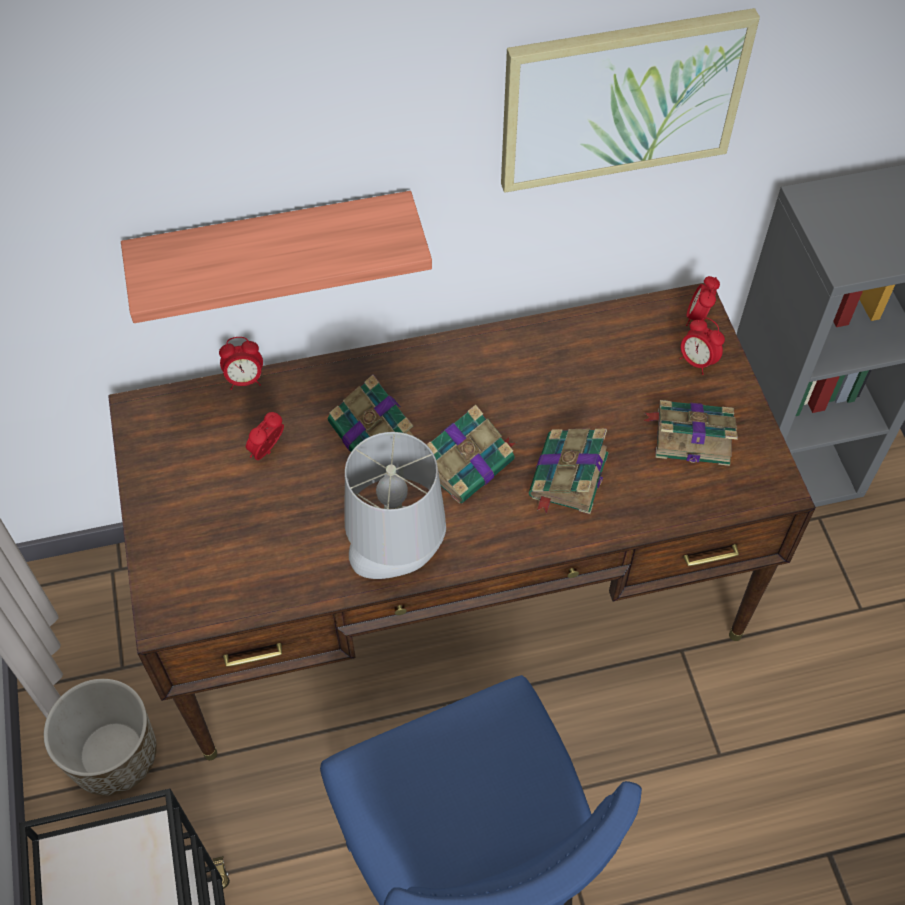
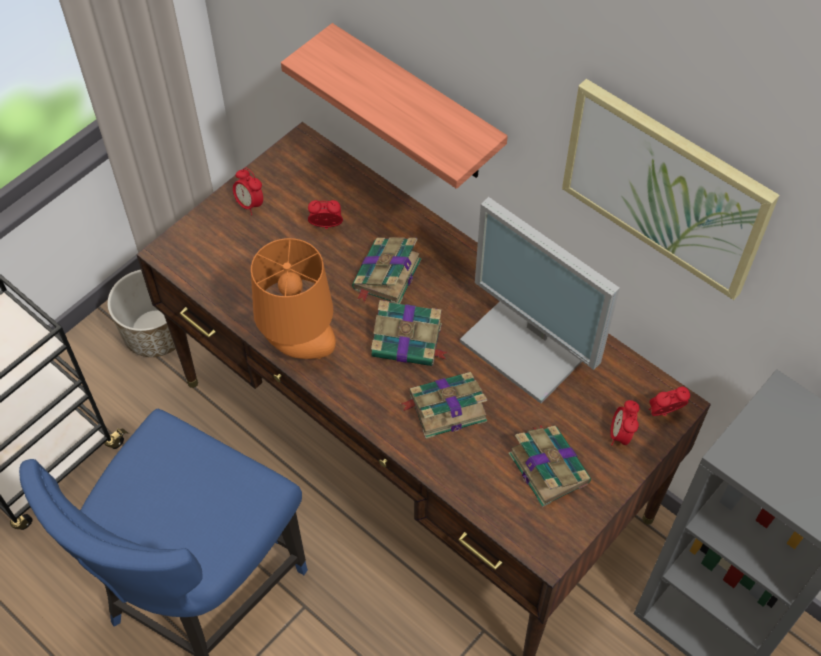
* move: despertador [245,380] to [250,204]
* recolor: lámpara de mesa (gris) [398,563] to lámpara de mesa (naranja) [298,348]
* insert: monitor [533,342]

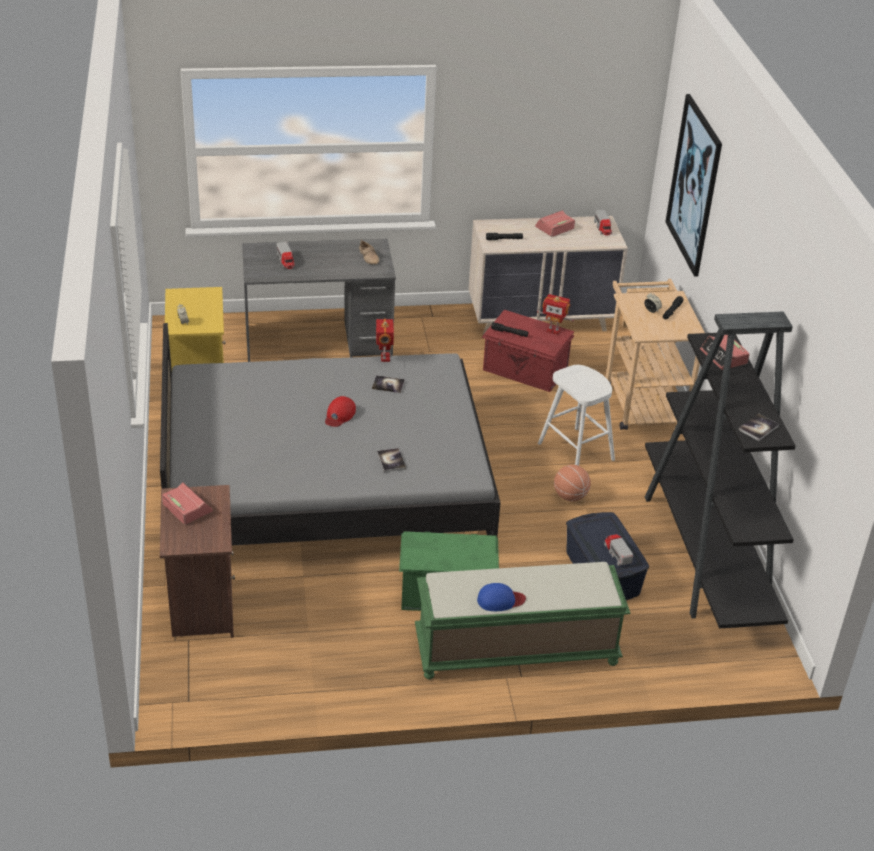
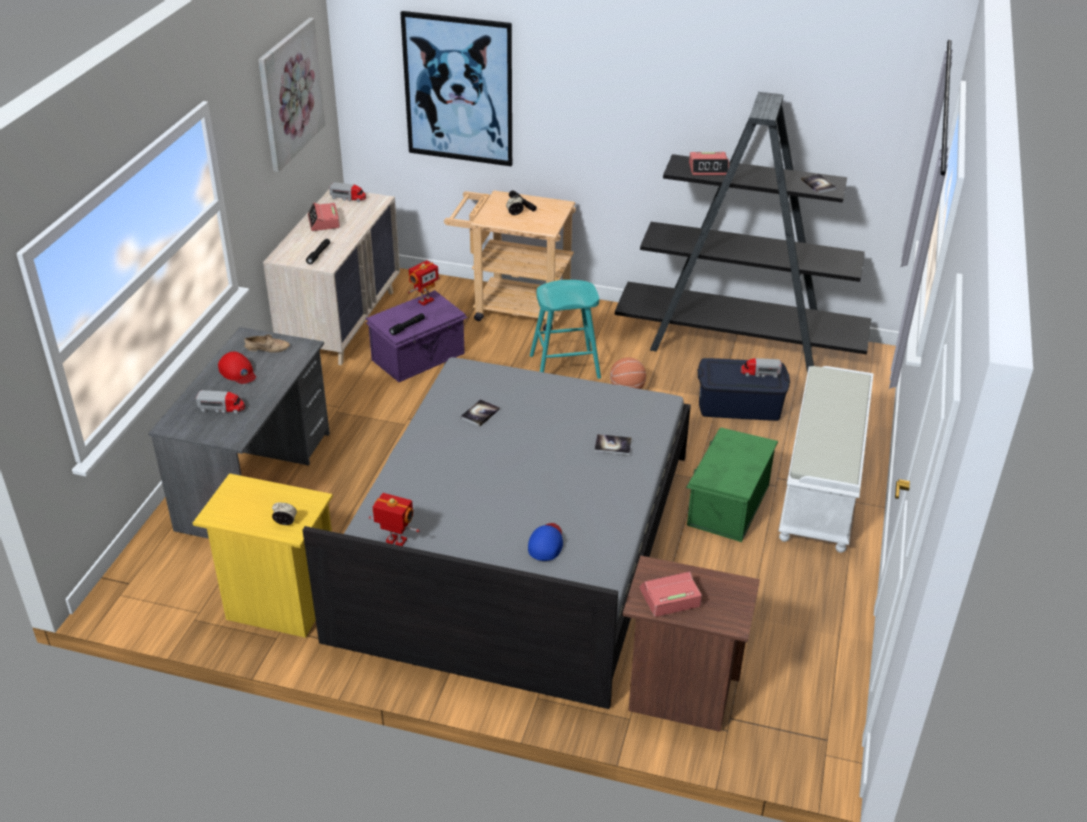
* move: gorra (rojo) [339,415] to [238,372]
* move: robot de juguete [384,357] to [395,541]
* recolor: banco (verde) [515,650] to banco (blanco) [822,486]
* move: gorra (azul) [500,600] to [546,543]
* recolor: caja de almacenaje (rojo) [525,370] to caja de almacenaje (morado) [419,357]
* recolor: taburete (blanco) [575,451] to taburete (turquesa) [564,367]
* insert: cuadro [291,93]

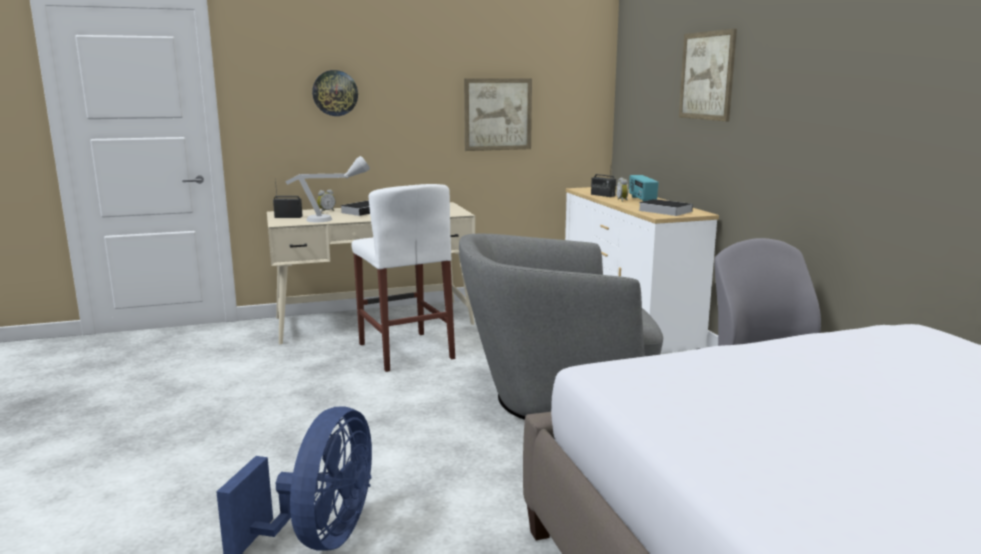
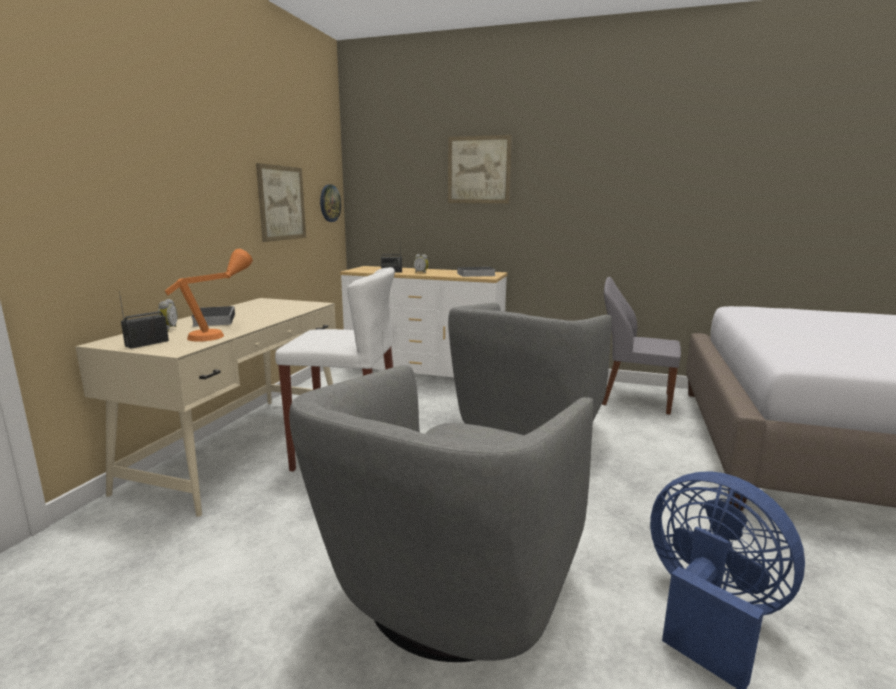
* recolor: lámpara de mesa (gris) [333,219] to lámpara de mesa (naranja) [219,333]
* move: reloj de pared [335,93] to [329,203]
* delete: radio [641,200]
* insert: sillón (gris) [451,594]

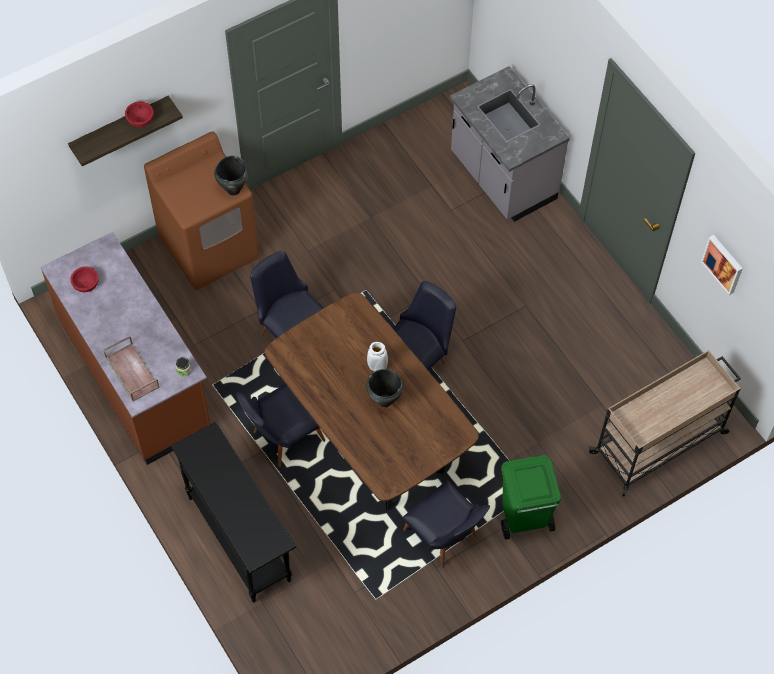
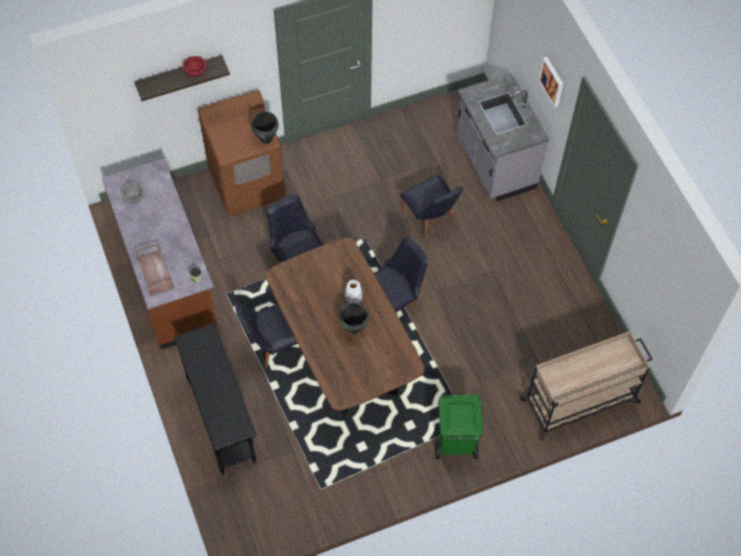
* recolor: cuenco (rojo) [86,285] to cuenco (gris) [134,197]
* move: silla (negro) [445,539] to [431,220]
* move: cuadro [723,263] to [552,81]

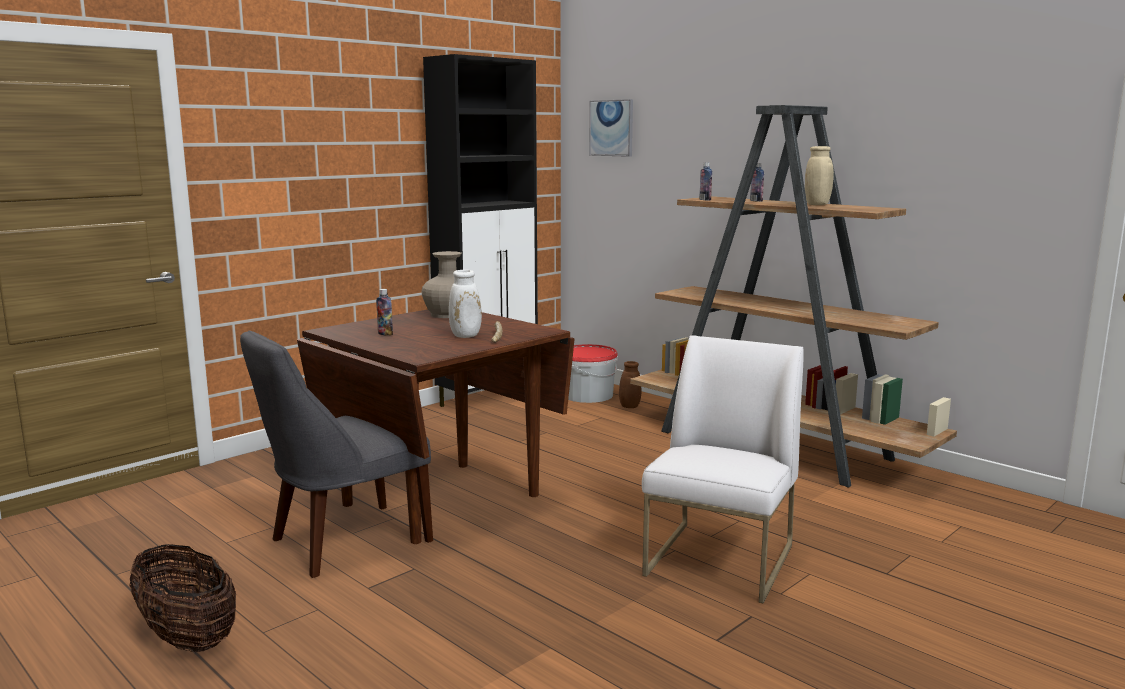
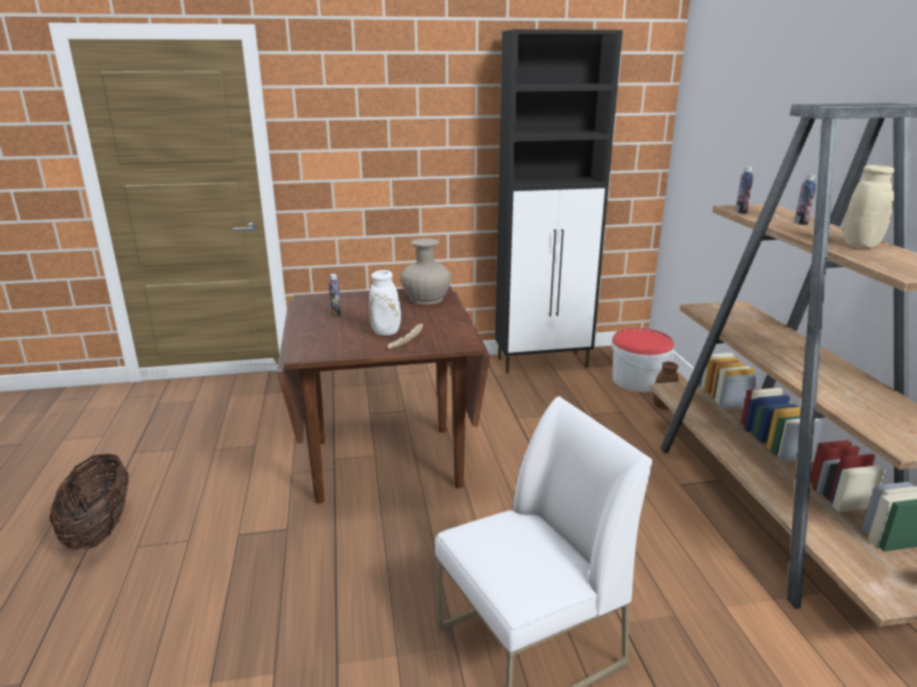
* delete: silla (gris) [344,542]
* delete: cuadro [611,128]

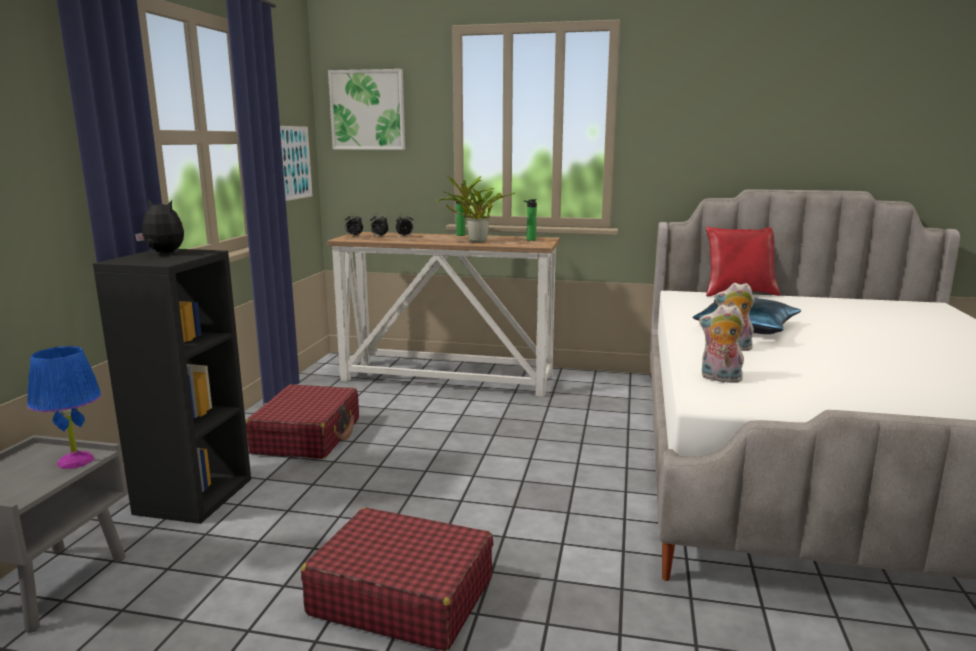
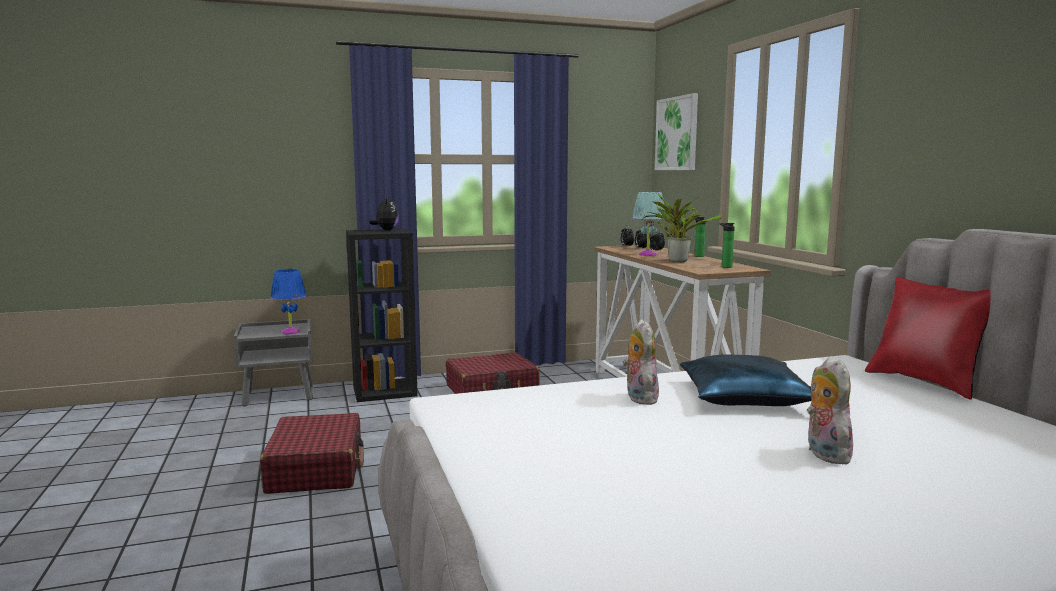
* delete: cuadro [292,163]
* move: peluche [719,379] to [824,454]
* insert: lámpara de mesa (turquesa) [648,254]

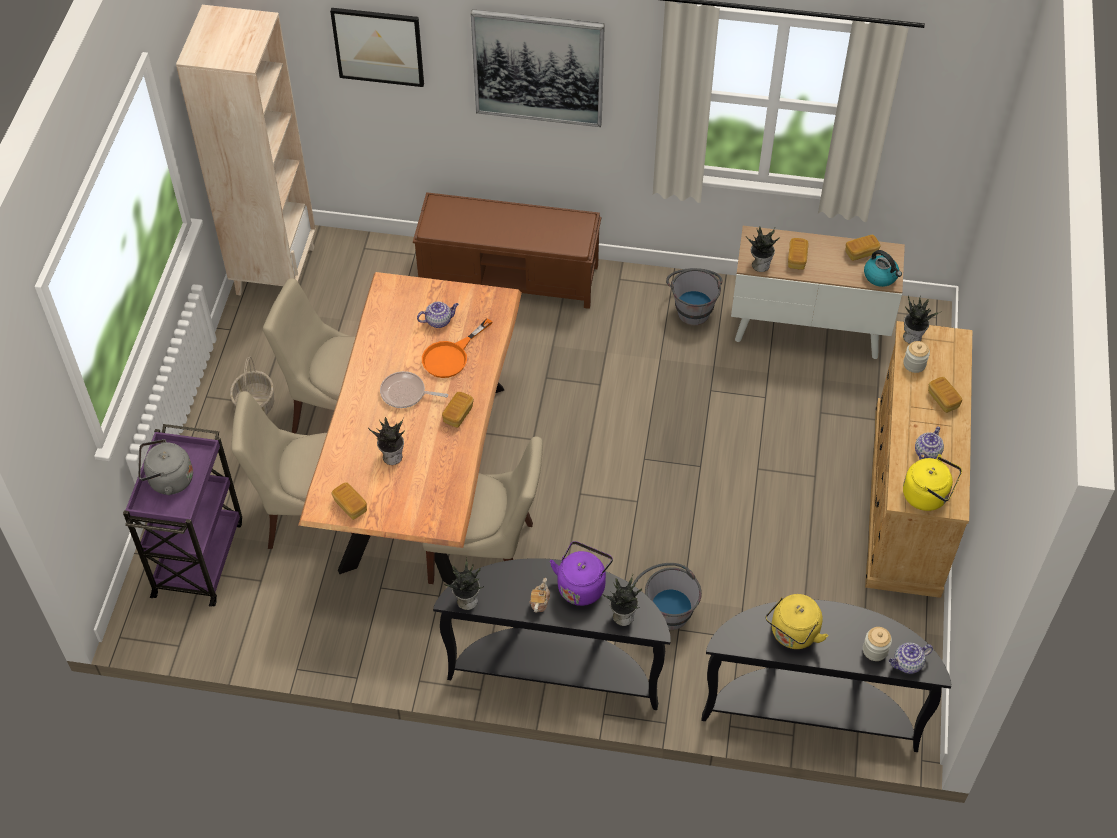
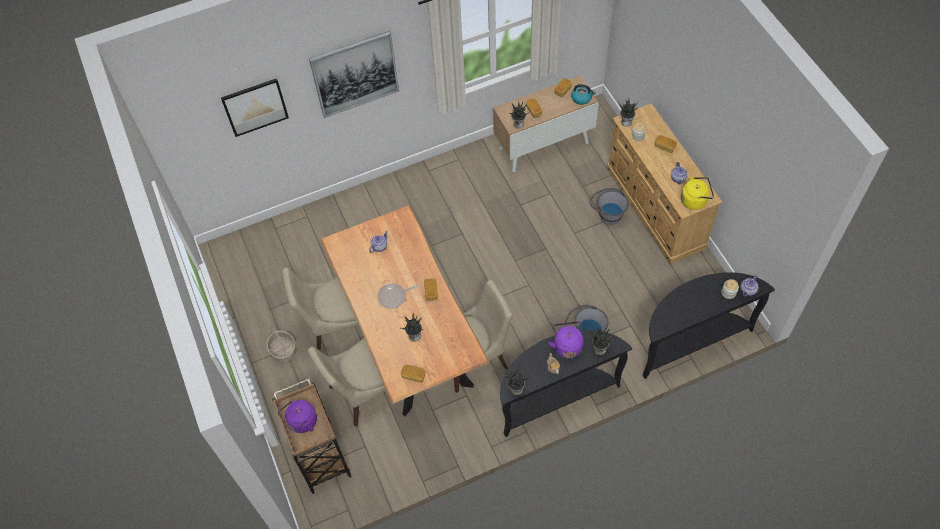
* recolor: carrito (morado) [199,556] to carrito (marrón) [320,454]
* recolor: hervidor (gris) [168,480] to hervidor (morado) [301,423]
* delete: estantería (beis) [275,270]
* delete: banco (marrón) [510,276]
* delete: sartén (naranja) [451,356]
* move: cubo (gris) [692,308] to [607,214]
* delete: hervidor (amarillo) [793,634]

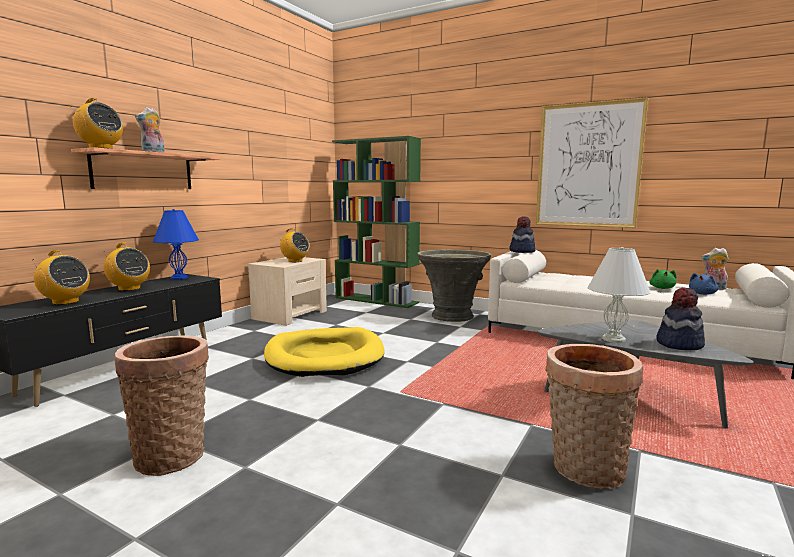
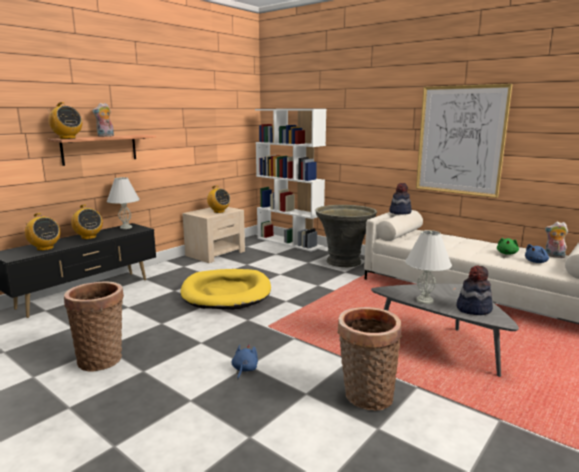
* recolor: lámpara de mesa (azul) [179,278] to lámpara de mesa (blanco) [126,227]
* recolor: estantería (verde) [377,300] to estantería (blanco) [290,242]
* insert: peluche (azul) [244,369]

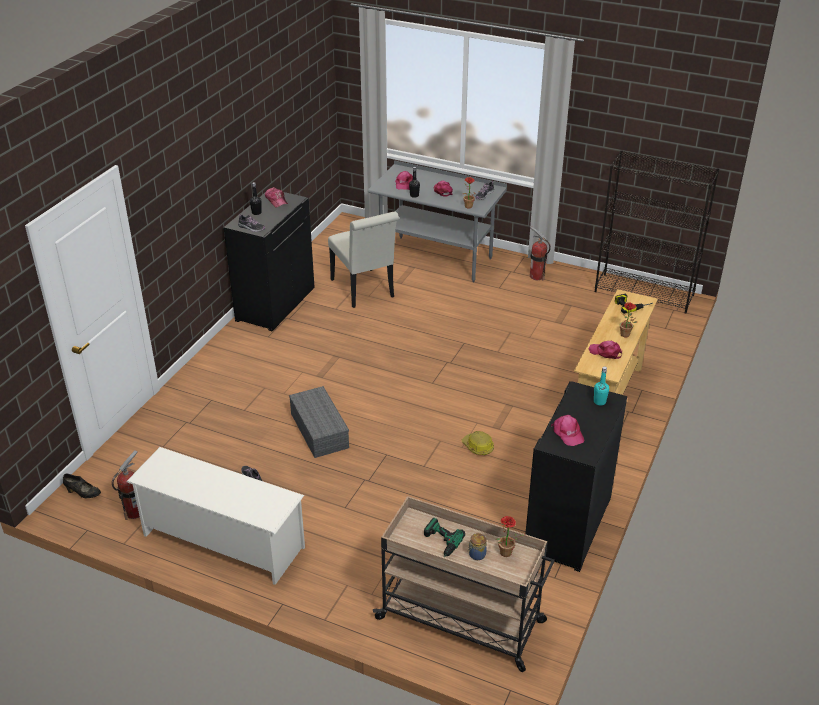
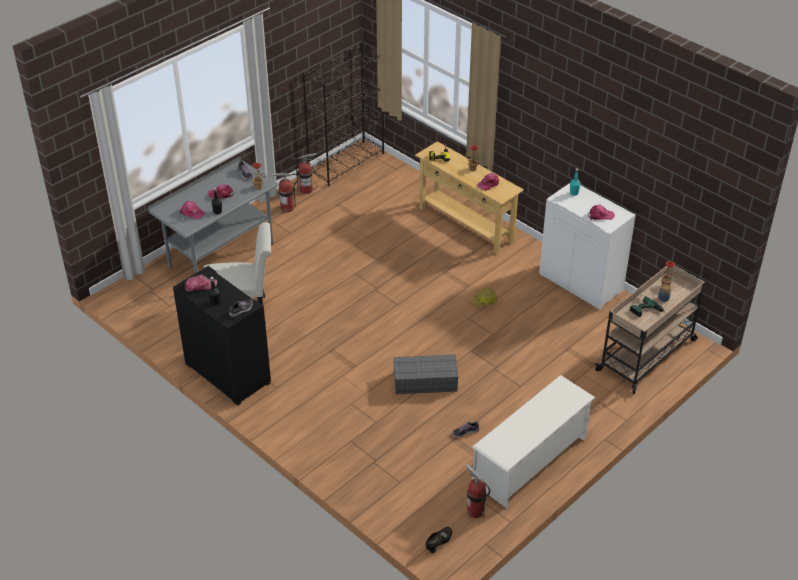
* recolor: armario (negro) [569,526] to armario (blanco) [581,282]
* insert: extintor [306,190]

